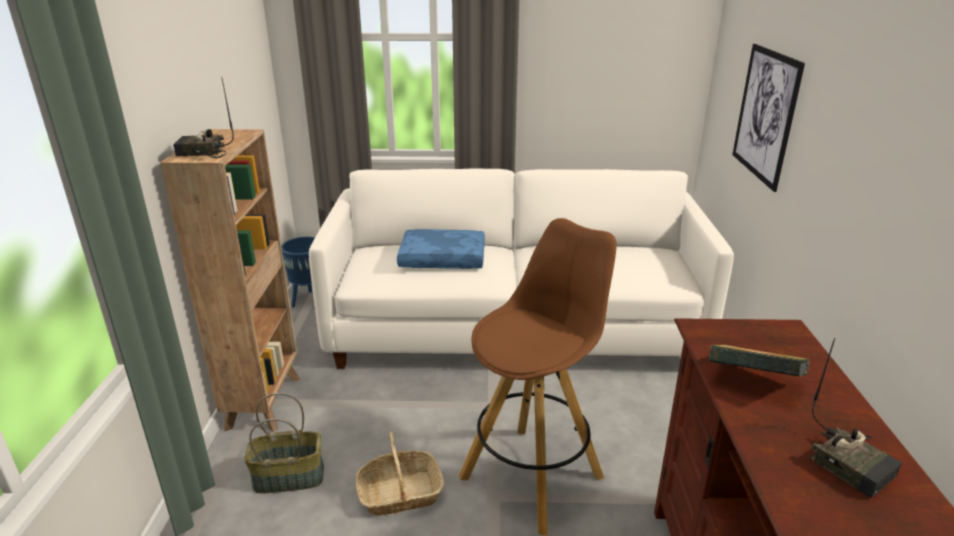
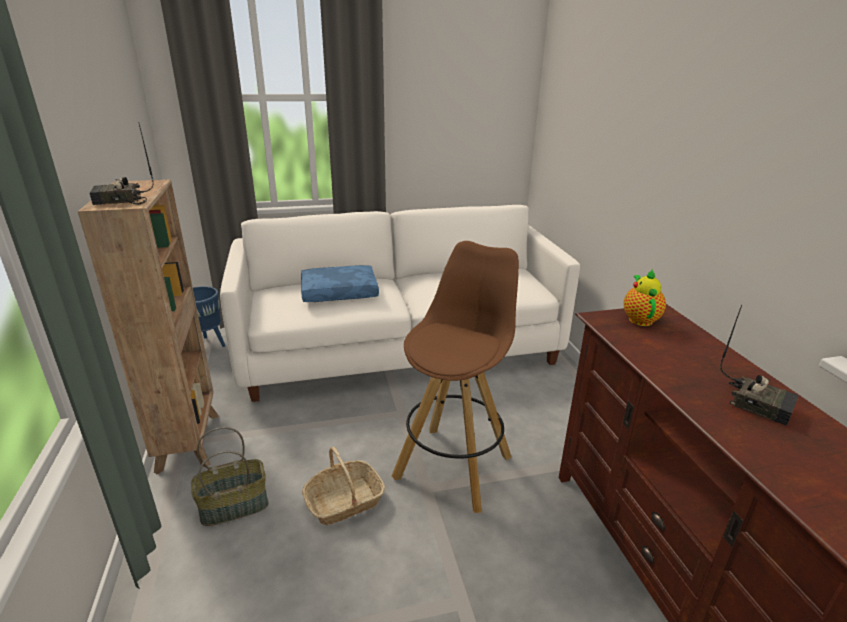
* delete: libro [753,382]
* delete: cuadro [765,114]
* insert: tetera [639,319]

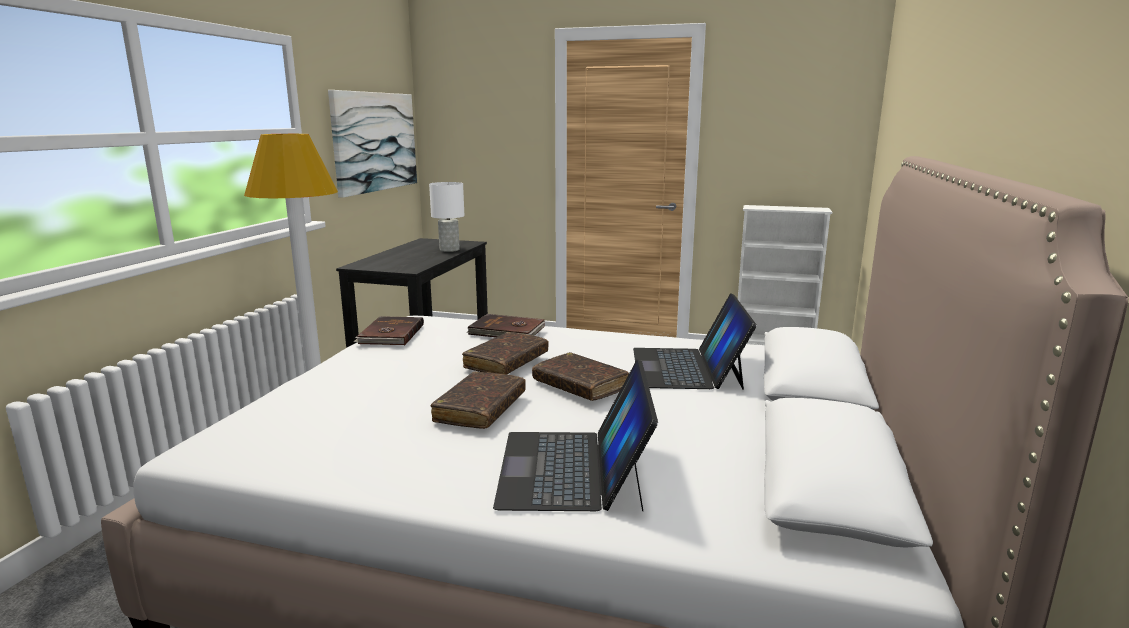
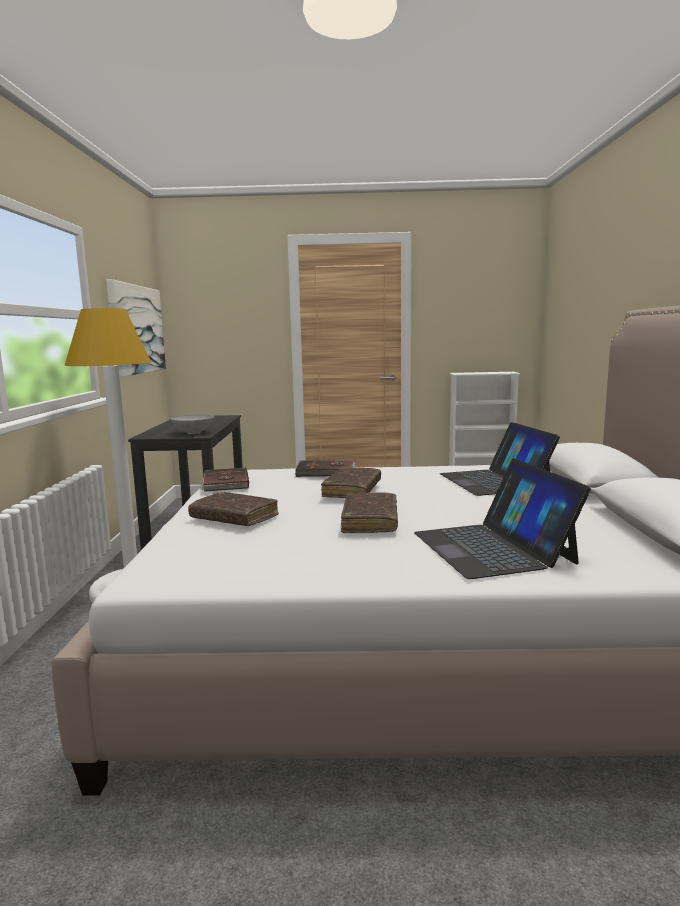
* delete: lámpara de mesa (blanco) [449,250]
* move: libro (marrón) [580,386] to [234,518]
* insert: cuenco (gris) [193,433]

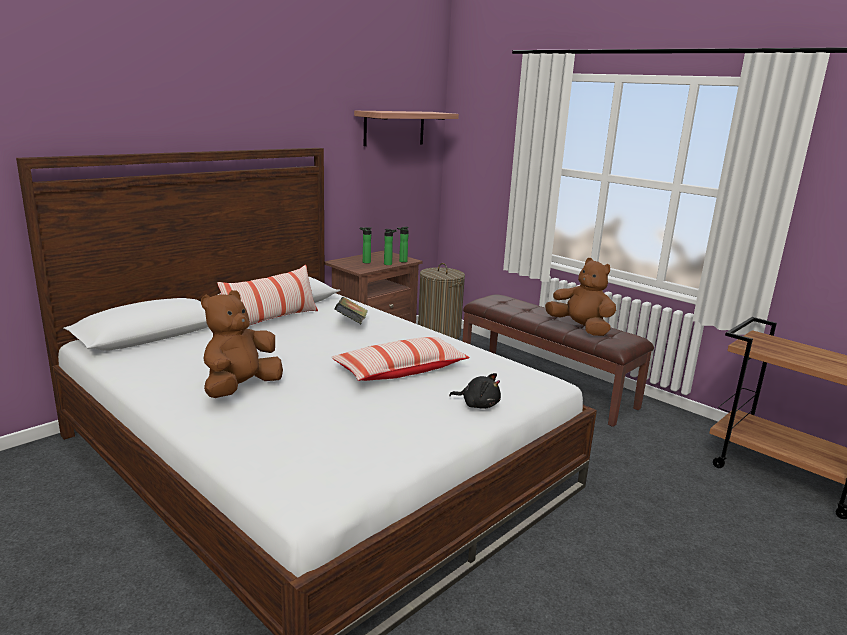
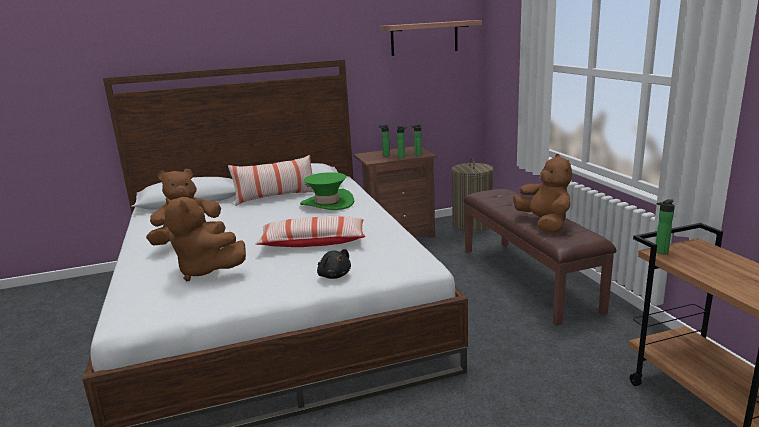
* replace: libro [351,323] to sombrero (verde) [327,203]
* insert: peluche (marrón) [205,271]
* insert: botella [660,252]

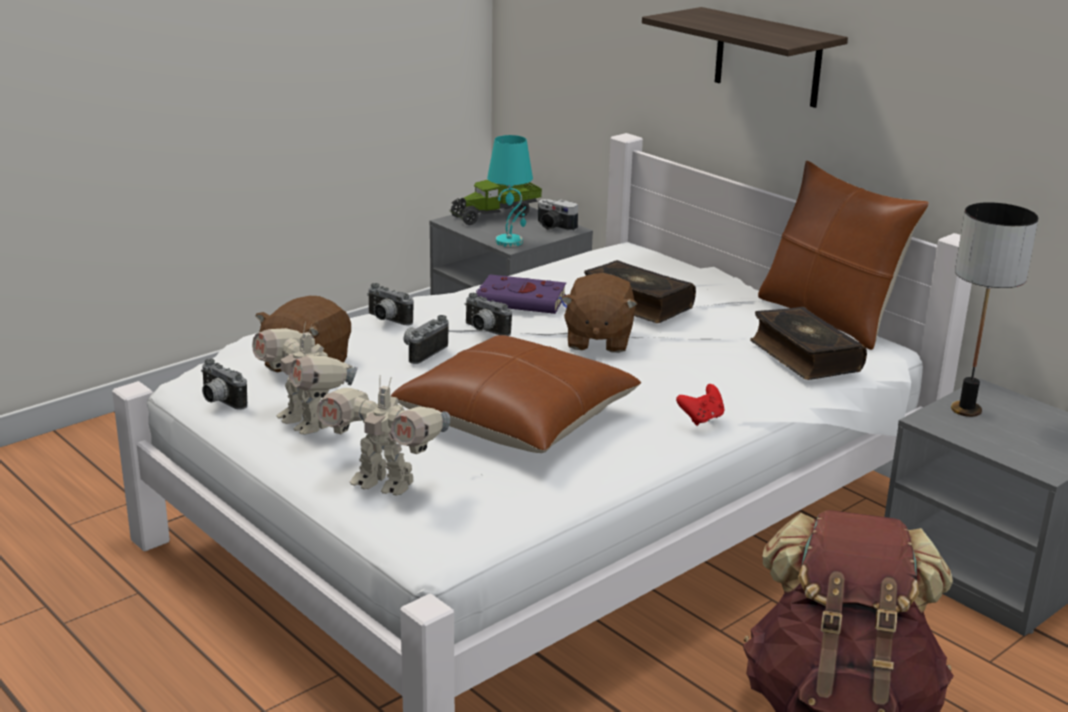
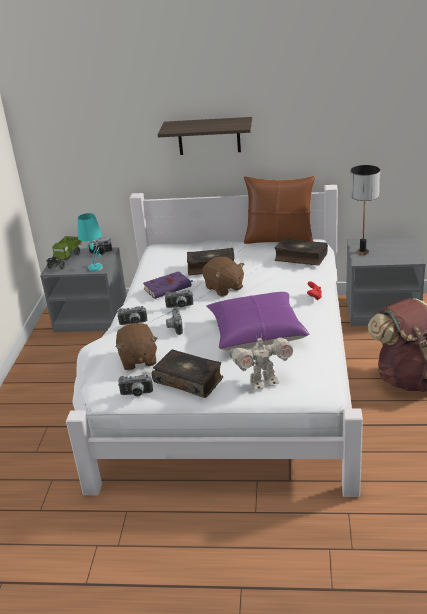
* replace: robot de juguete [307,422] to libro [189,380]
* recolor: cojín (marrón) [516,418] to cojín (morado) [256,332]

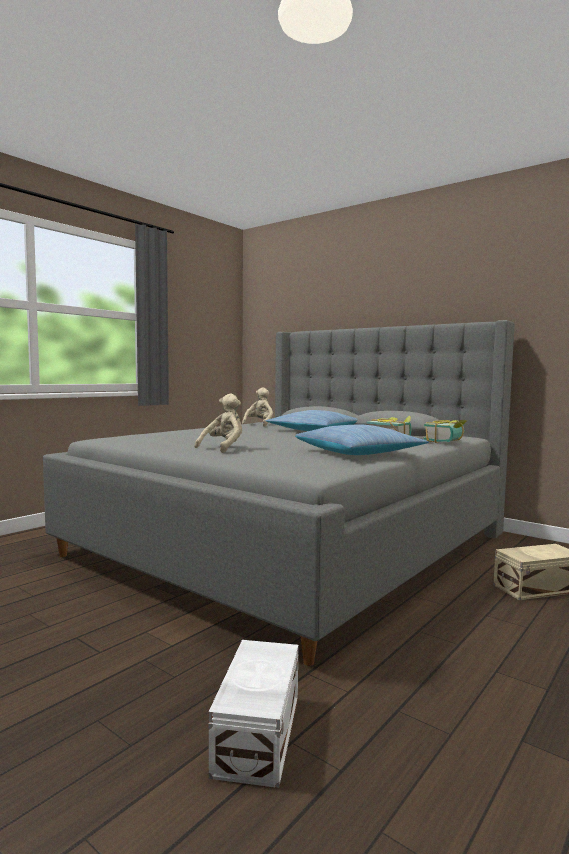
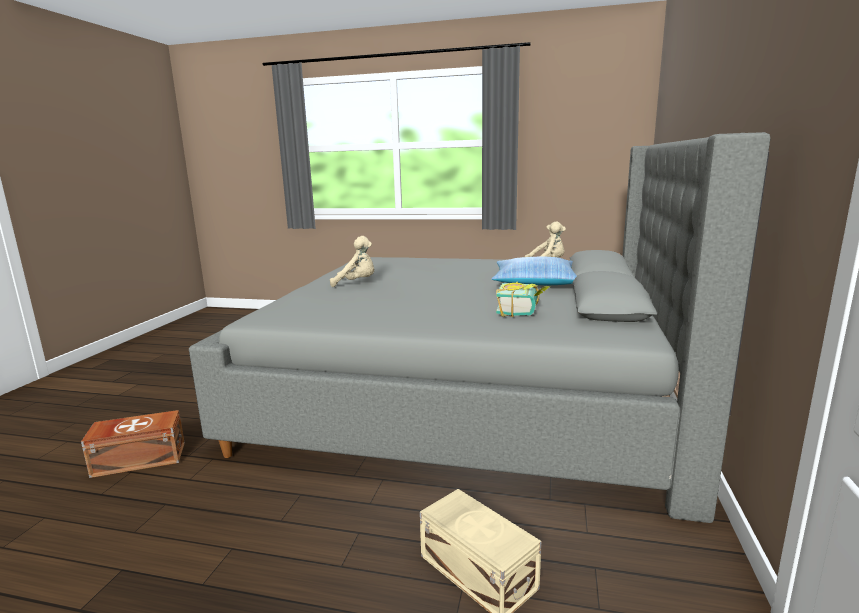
* recolor: caja de almacenaje (blanco) [255,735] to caja de almacenaje (marrón) [138,459]
* delete: cojín [359,453]
* delete: libro [448,442]

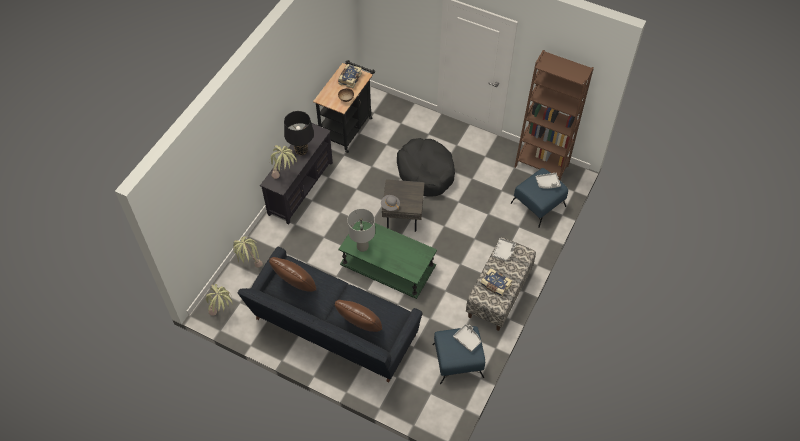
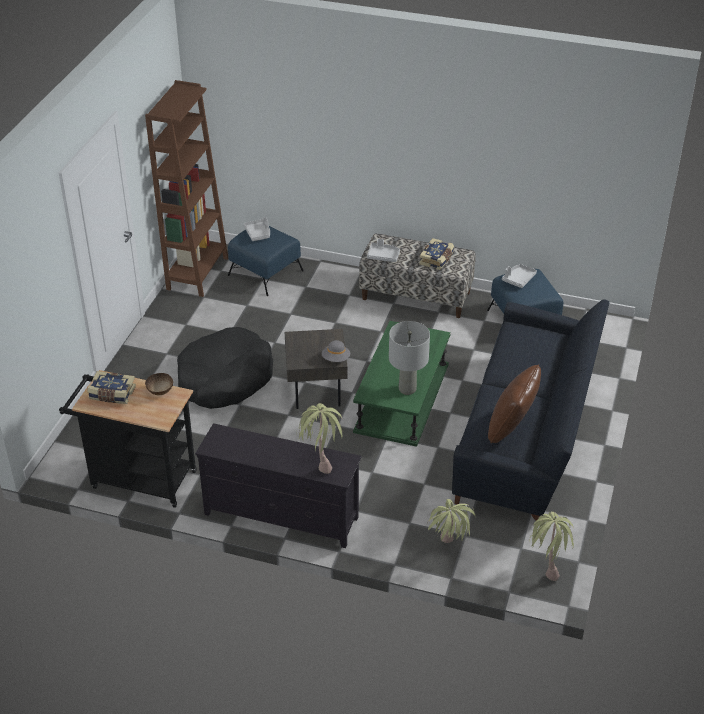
* delete: lámpara de mesa (negro) [301,151]
* delete: cojín (marrón) [359,326]

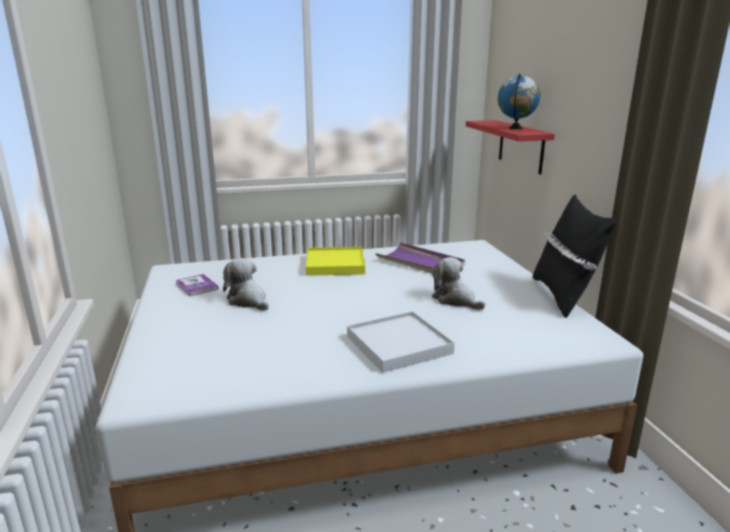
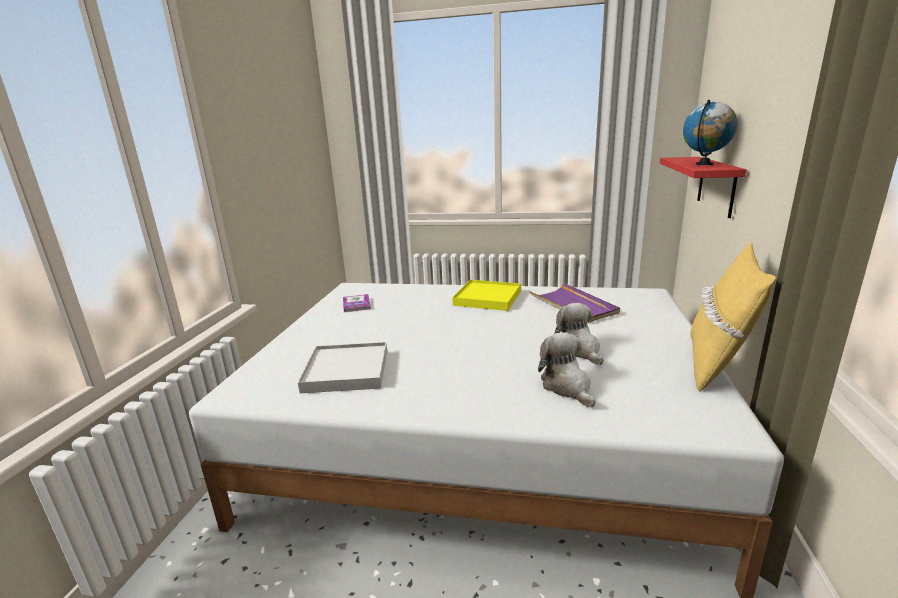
* move: peluche [248,301] to [567,387]
* move: bandeja (blanco) [399,344] to [347,371]
* recolor: cojín (negro) [563,296] to cojín (amarillo) [716,364]

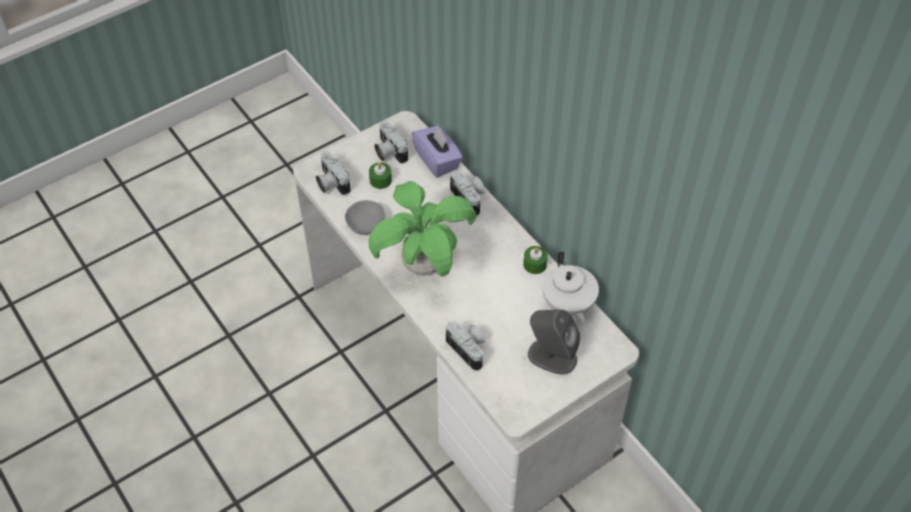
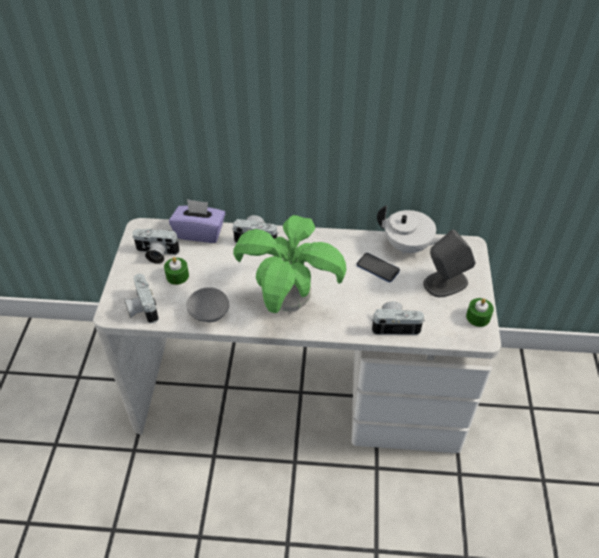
* rotate: cámara [331,183] = [141,308] 60 degrees clockwise
* move: vela (verde) [535,264] to [478,317]
* insert: móvil [378,268]

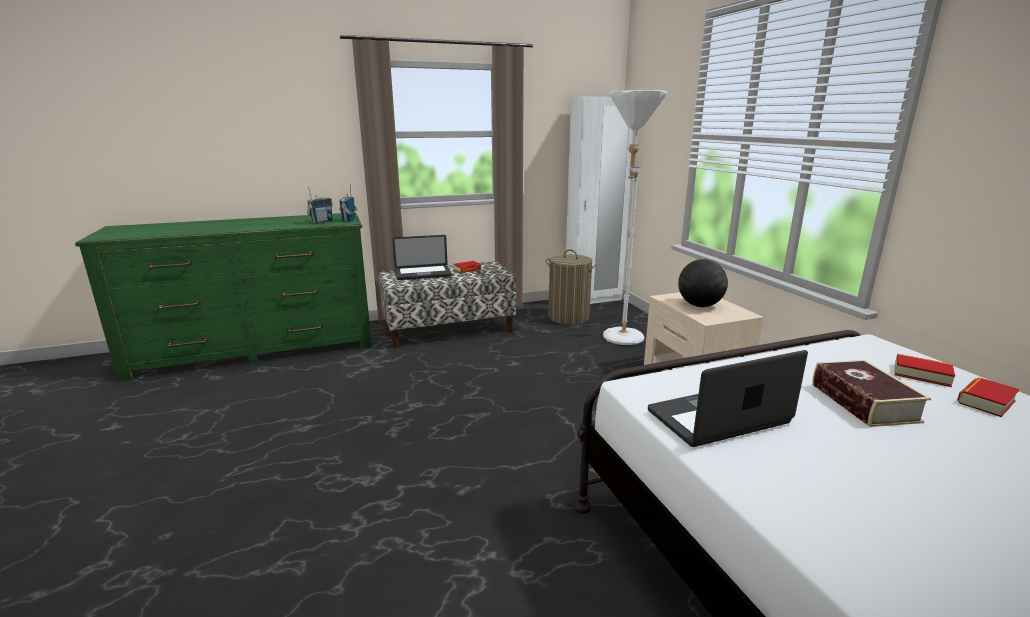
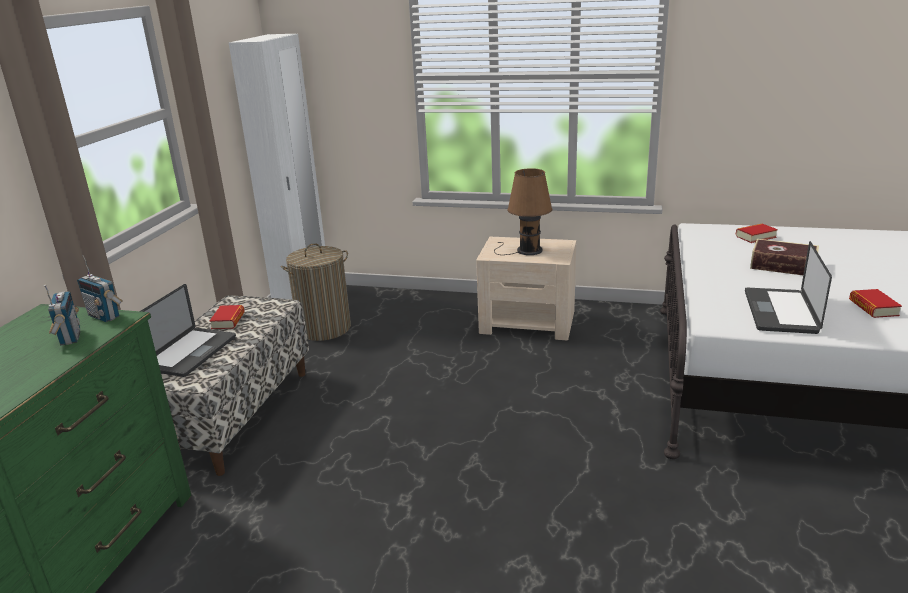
* delete: lámpara de pie (blanco) [621,334]
* replace: globo terráqueo [700,305] to lámpara de mesa (marrón) [526,250]
* move: libro [985,401] to [873,308]

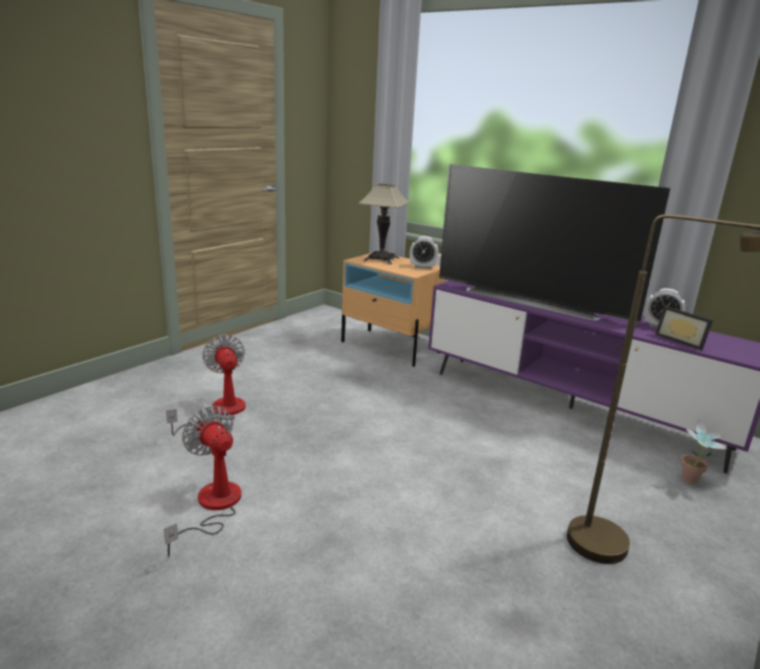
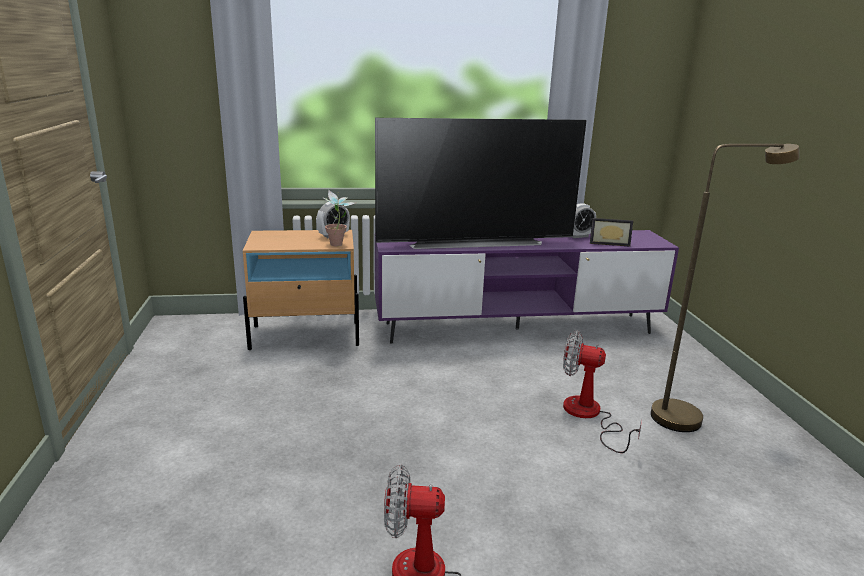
* move: ventilador [220,412] to [589,416]
* delete: lámpara de mesa [381,259]
* move: planta en maceta [691,483] to [338,245]

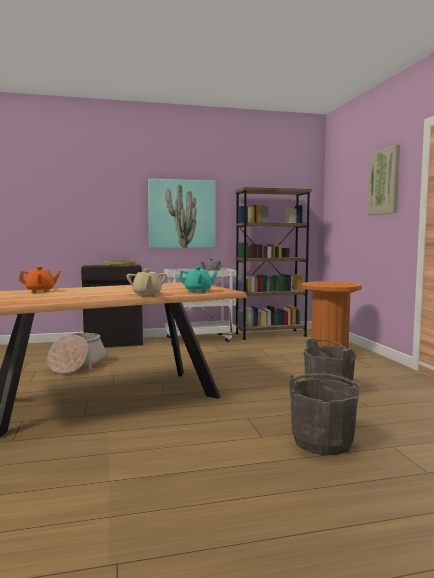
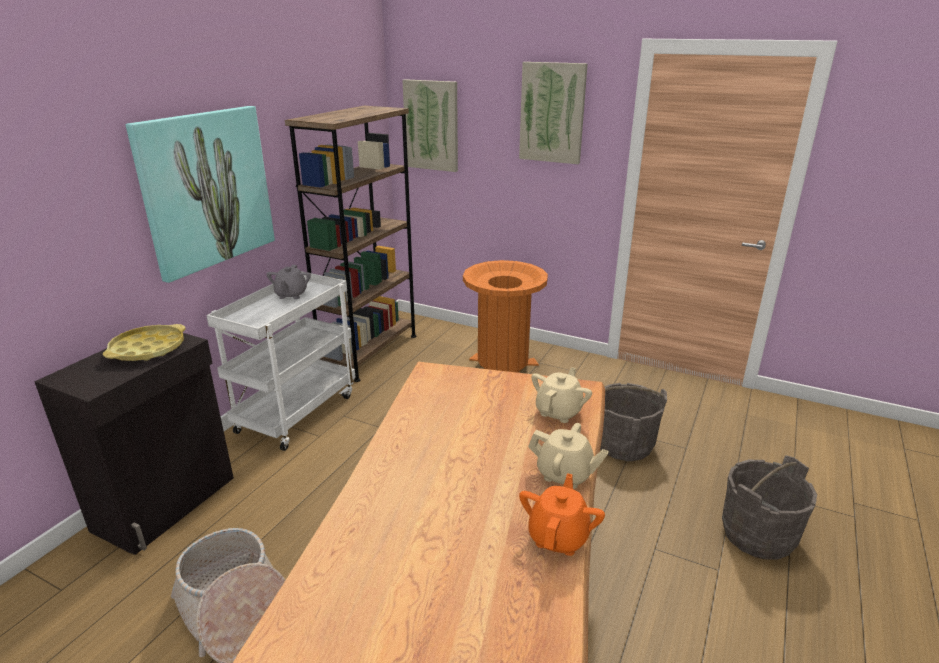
* move: tetera (naranja) [40,291] to [558,537]
* recolor: tetera (turquesa) [198,291] to tetera (beis) [559,412]
* insert: cuadro [431,125]

